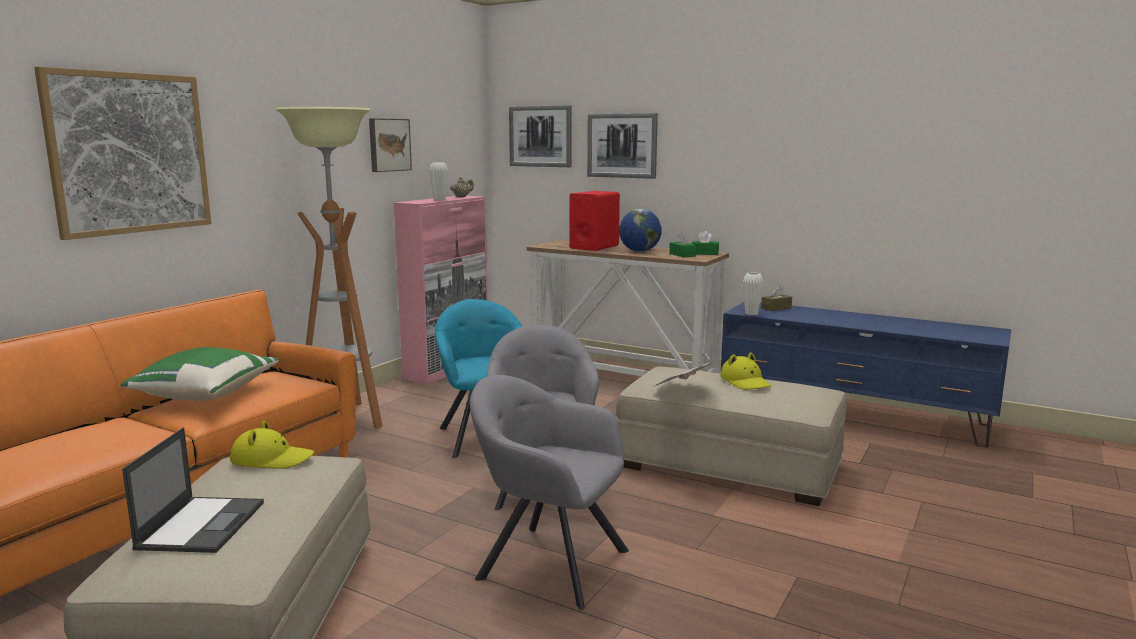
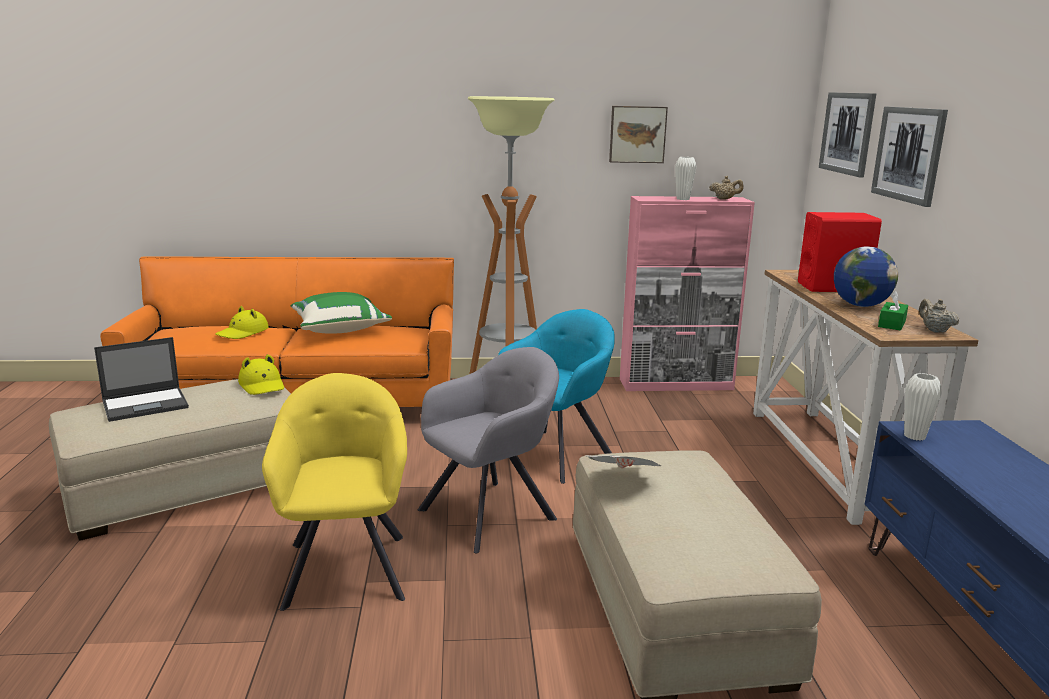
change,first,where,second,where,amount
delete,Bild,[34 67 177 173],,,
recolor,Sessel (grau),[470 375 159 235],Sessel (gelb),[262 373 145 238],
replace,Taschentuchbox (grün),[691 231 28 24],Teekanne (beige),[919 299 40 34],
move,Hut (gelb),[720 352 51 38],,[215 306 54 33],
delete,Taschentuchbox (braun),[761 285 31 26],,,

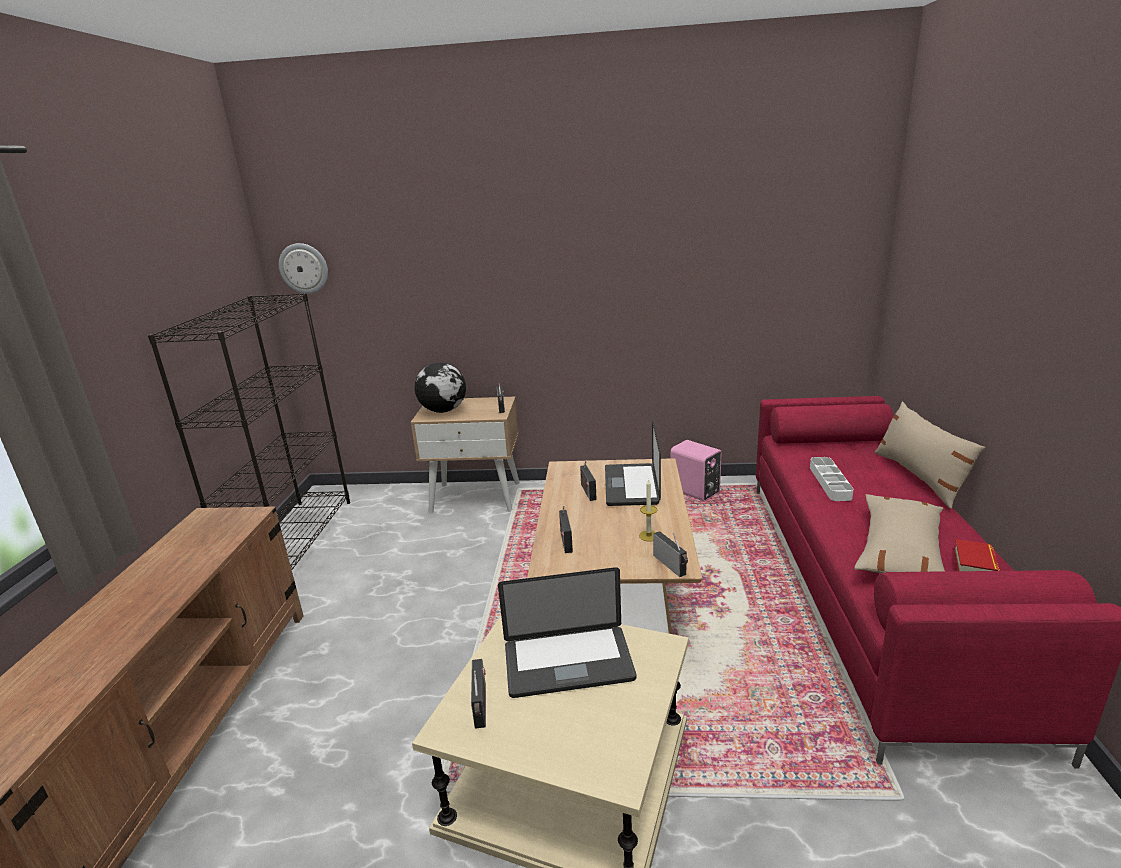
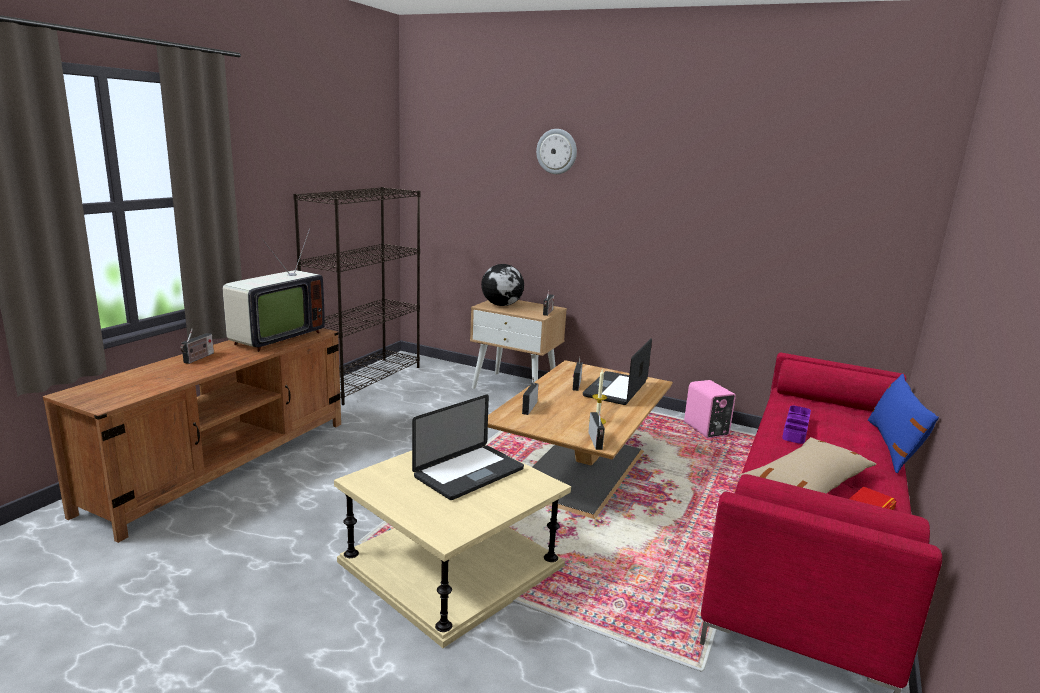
change,first,where,second,where,amount
move,Wanduhr,[279 243 49 51],,[536 129 41 45],
move,Radio,[471 659 15 70],,[180 328 34 36],
rotate,Laptop,[498 567 138 131],,[412 395 112 105],60 degrees counterclockwise
recolor,Tablett (weiß),[810 457 44 44],Tablett (lila),[782 406 29 38],
recolor,Kissen (beige),[875 402 110 106],Kissen (blau),[868 374 71 99],
insert,,,Fernseher,[222 228 103 124],

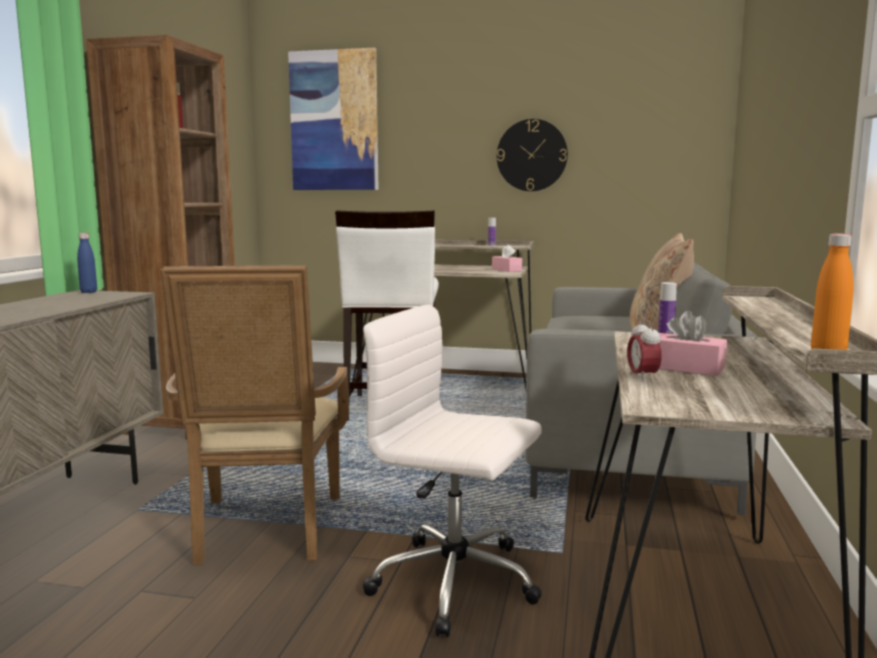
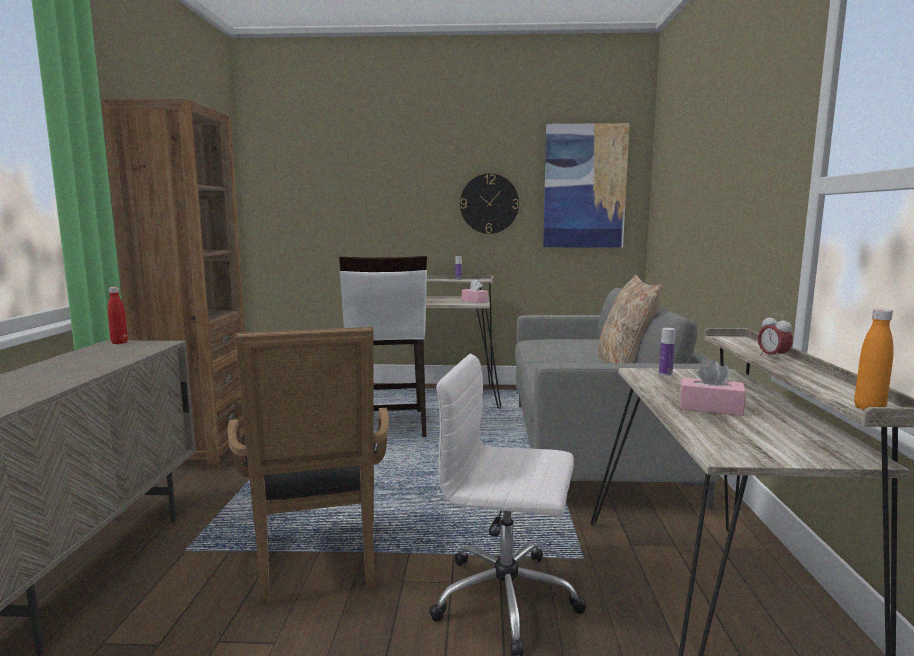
change,first,where,second,where,amount
recolor,Flasche (blau),[77 233 20 60],Flasche (rot),[108 287 20 57],
recolor,Sessel (beige),[160 265 189 300],Sessel (schwarz),[228 327 161 279],
move,Bild,[288 48 91 142],,[543 123 86 125],
move,Wecker,[627 319 35 62],,[758 313 35 47],

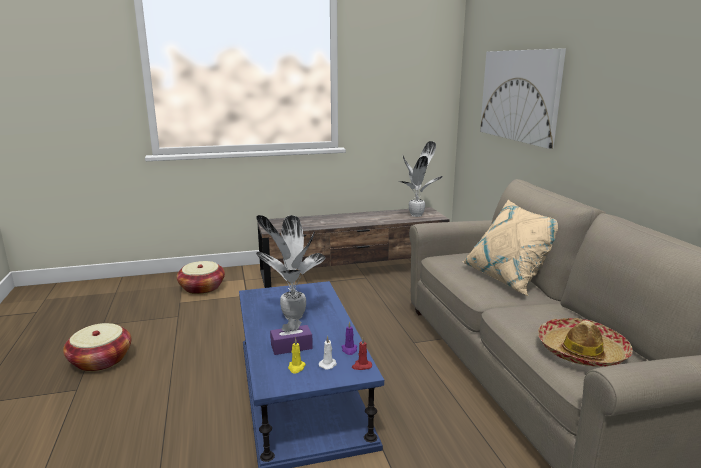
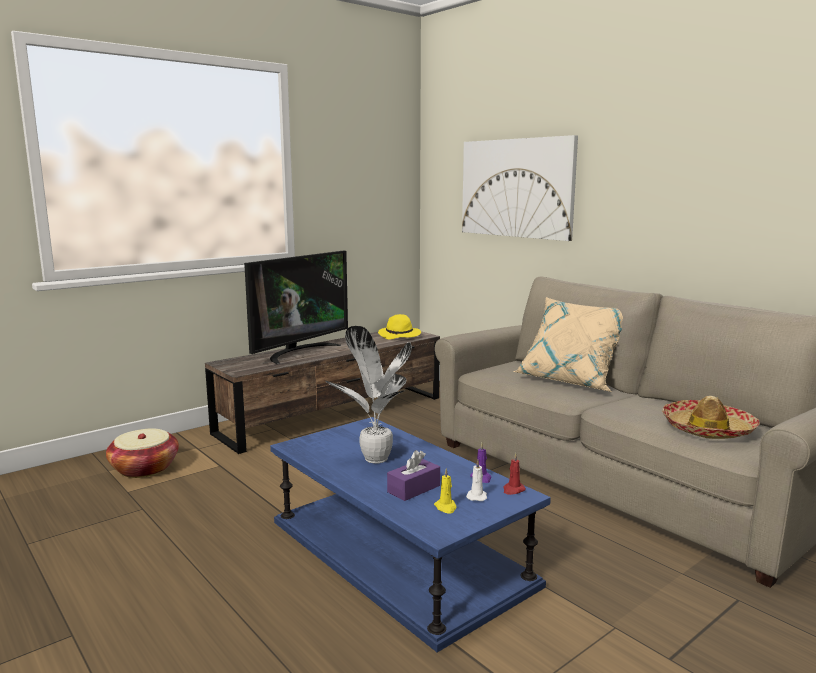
change,first,where,second,where,amount
delete,Korb,[63 323 68 49],,,
replace,Topfpflanze,[399 141 44 76],Hut (gelb),[378 314 43 26],
insert,,,Fernseher,[244 251 104 113],

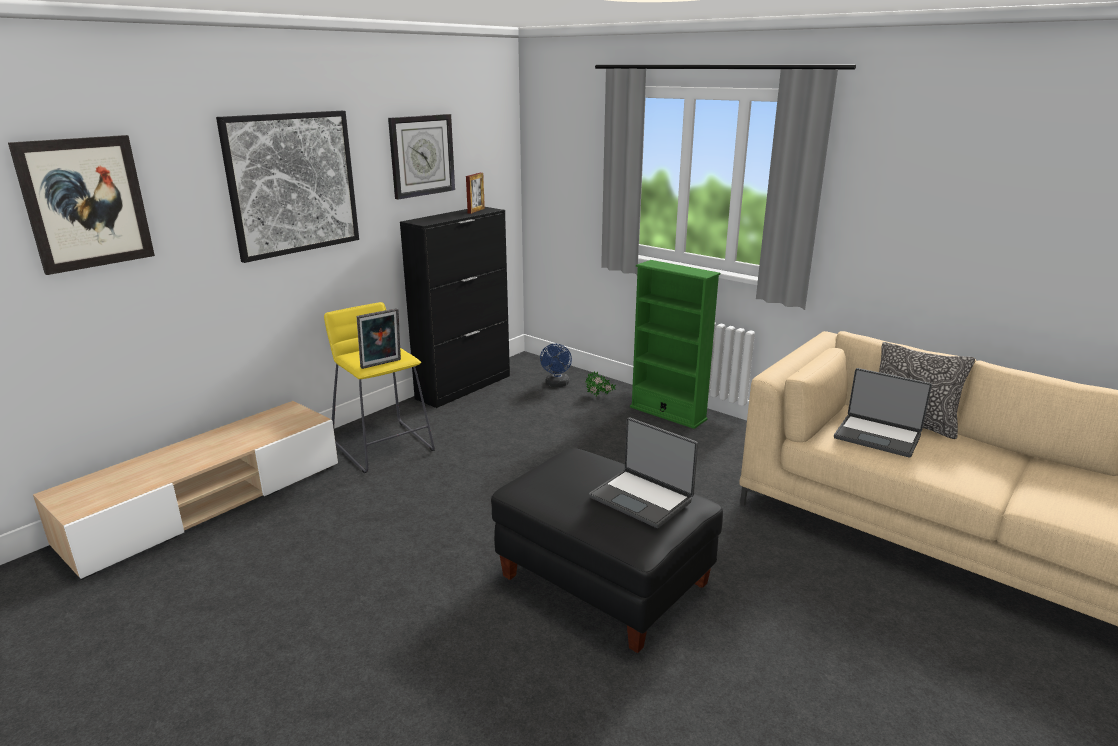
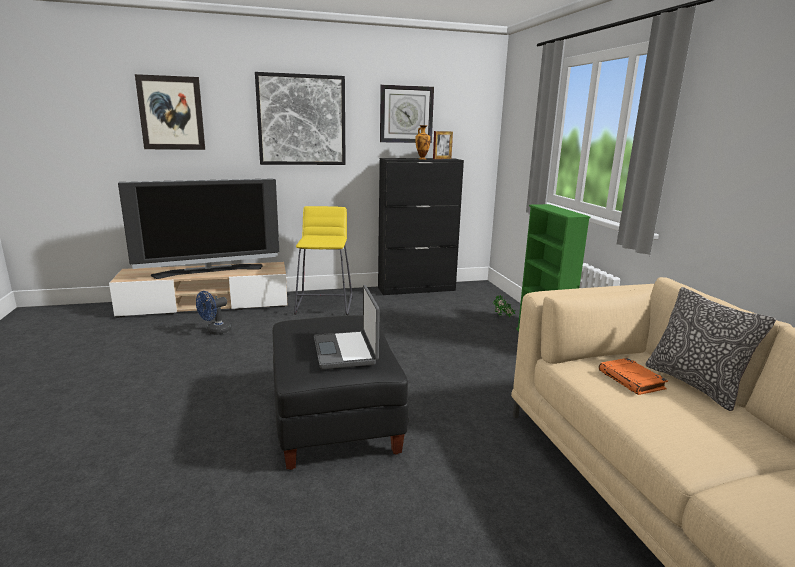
change,first,where,second,where,amount
delete,Bilderrahmen,[357 308 44 61],,,
move,Ventilator (blau),[540 344 32 43],,[196 291 35 44],
replace,Laptop,[834 368 98 89],Buch (orange),[599 358 69 37],
insert,,,Fernseher,[118 178 161 101],
insert,,,Vase,[415 125 16 35],

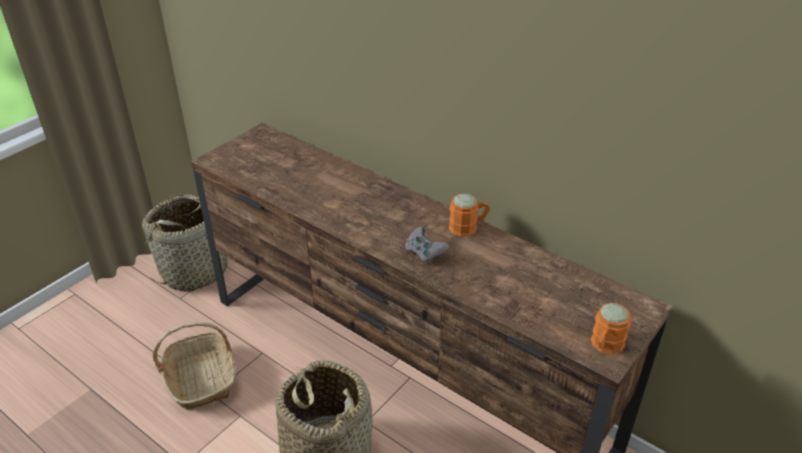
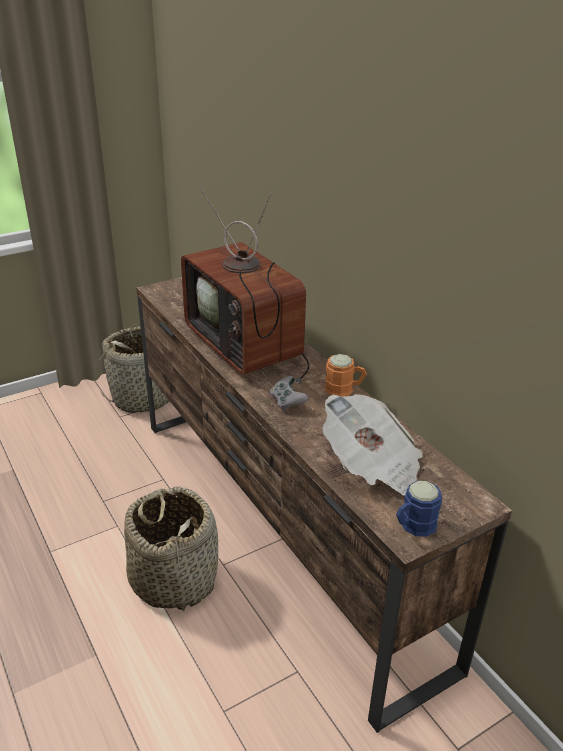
change,first,where,second,where,amount
delete,Korb,[153 322 82 88],,,
recolor,Henkelbecher (orange),[591 303 41 52],Henkelbecher (blau),[396 481 46 56],
insert,,,Fernseher,[181 187 128 197],
insert,,,Zeitung,[322 394 101 102],

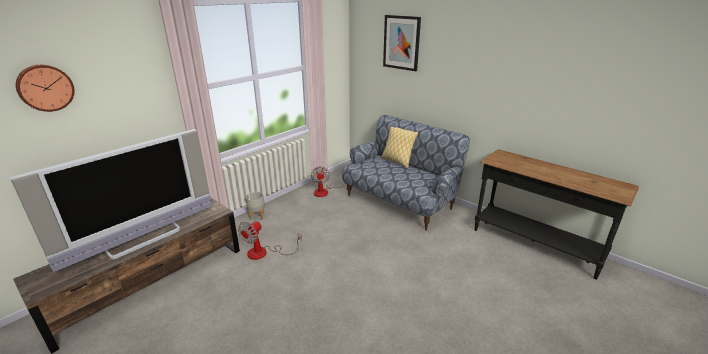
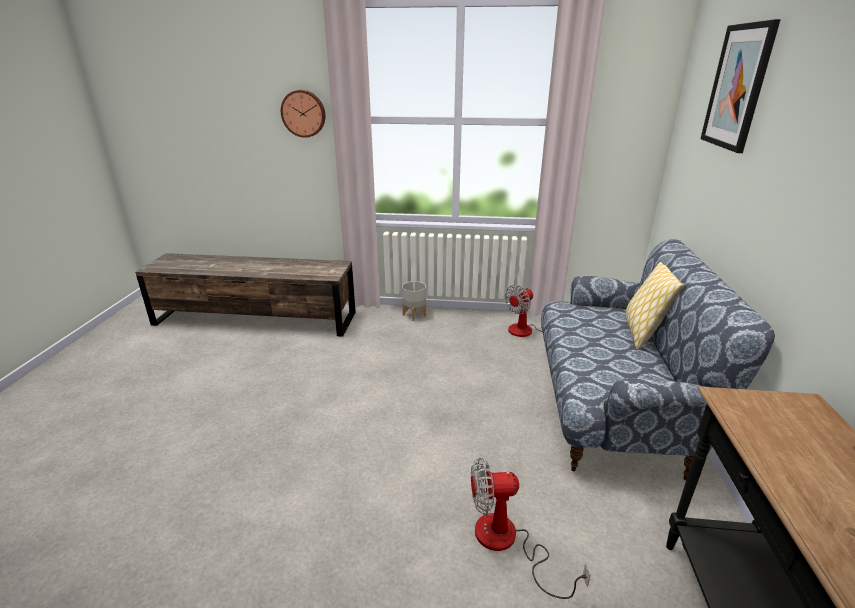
change,first,where,second,where,amount
delete,Fernseher,[10 129 203 143],,,
move,Wanduhr,[16 65 59 47],,[281 90 44 48],
move,Ventilator,[238 221 64 39],,[471 458 120 141],

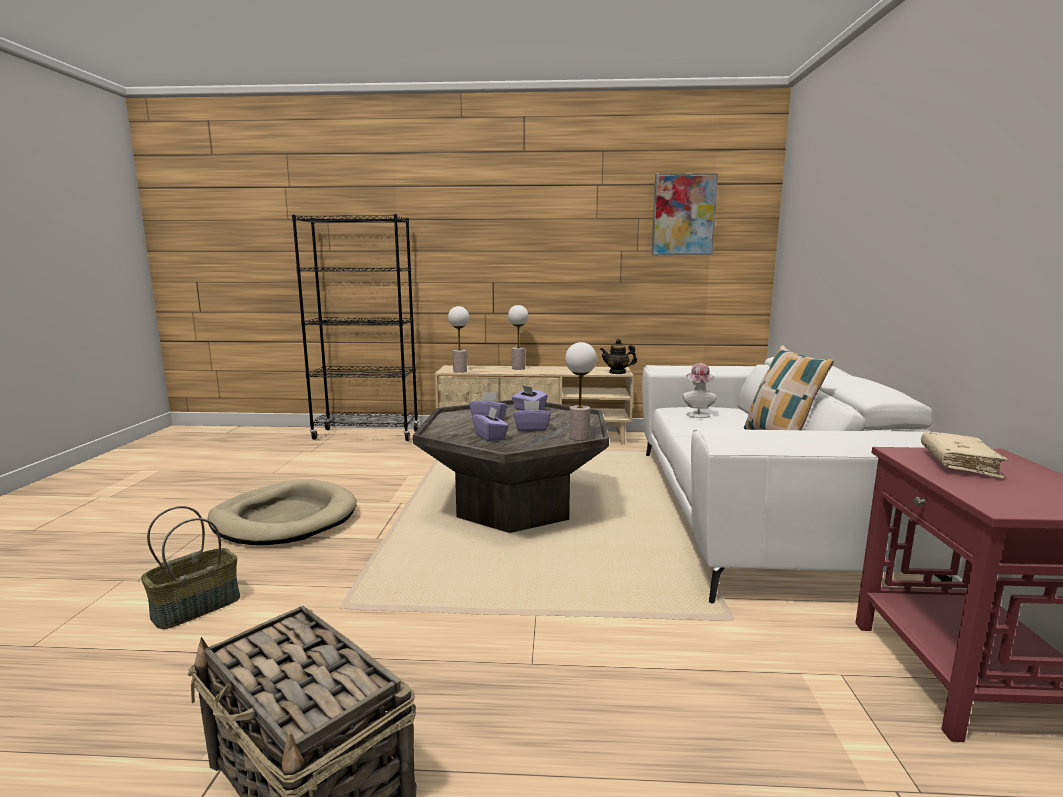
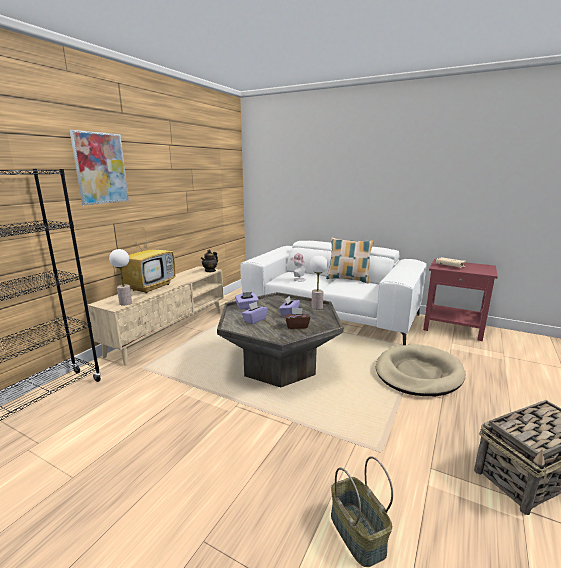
change,first,where,second,where,amount
move,Hundebett (beige),[208 479 149 66],,[376 345 89 51],
recolor,Taschentuchbox (lila),[472 407 37 35],Taschentuchbox (braun),[285 308 25 21],
replace,Tischlampe,[508 305 21 65],Fernseher,[122 226 54 67],
move,Bild,[652 173 66 82],,[70 130 59 75],

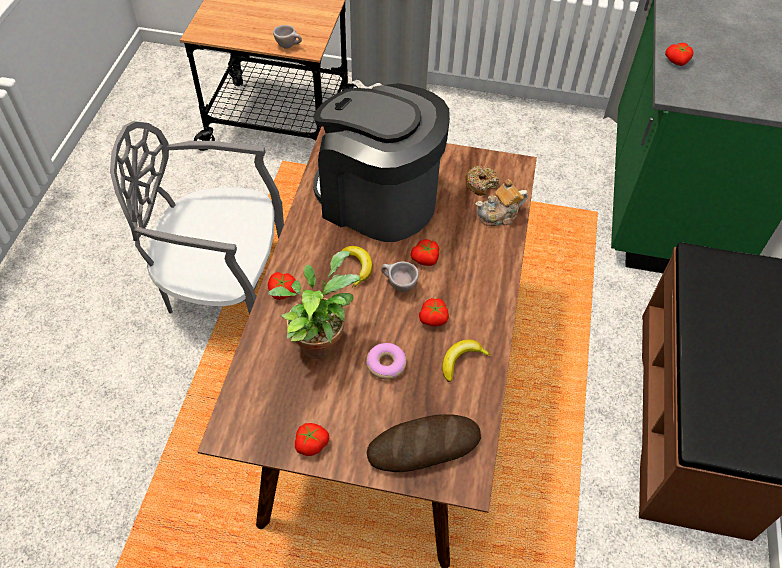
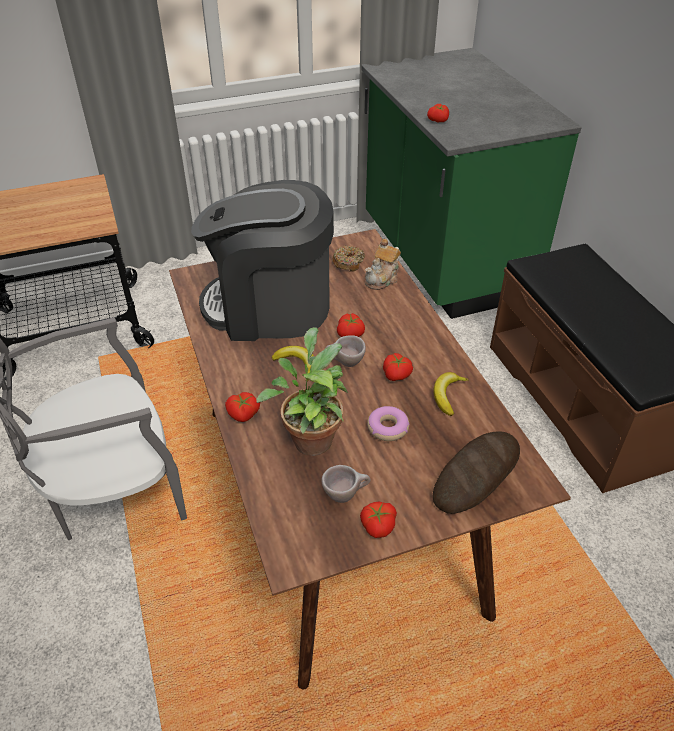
change,first,where,second,where,amount
move,Tasse (beige),[273 25 29 24],,[322 465 49 38],

